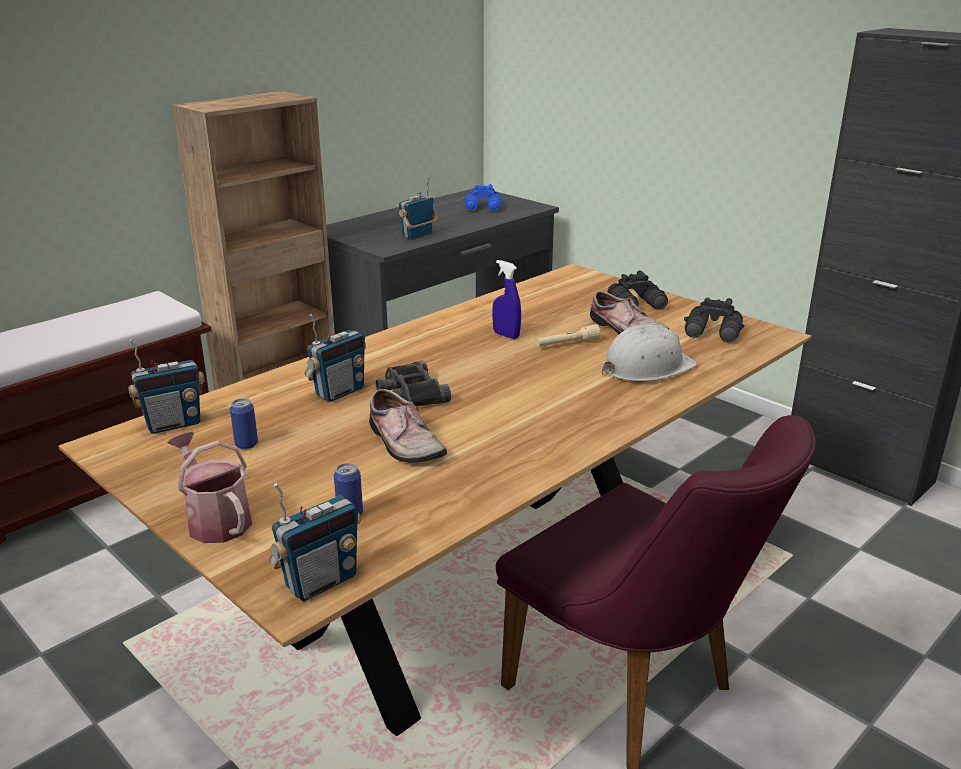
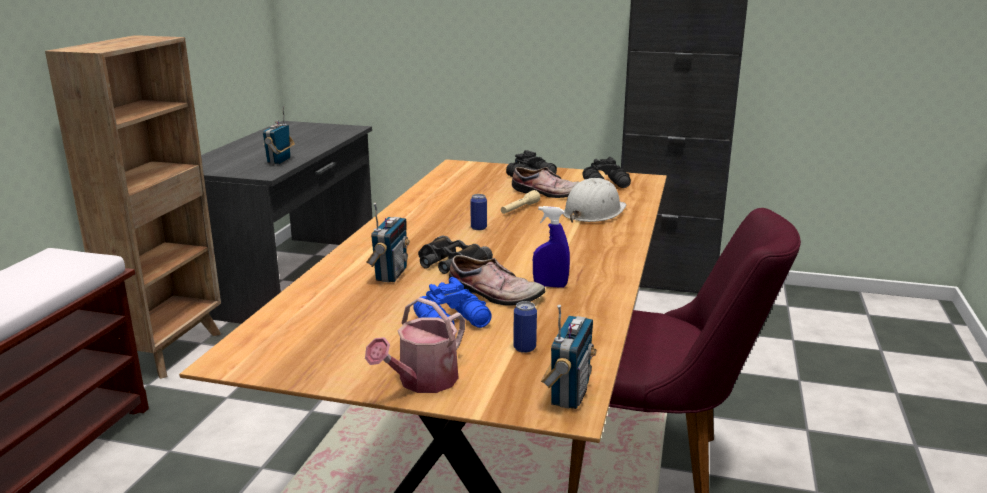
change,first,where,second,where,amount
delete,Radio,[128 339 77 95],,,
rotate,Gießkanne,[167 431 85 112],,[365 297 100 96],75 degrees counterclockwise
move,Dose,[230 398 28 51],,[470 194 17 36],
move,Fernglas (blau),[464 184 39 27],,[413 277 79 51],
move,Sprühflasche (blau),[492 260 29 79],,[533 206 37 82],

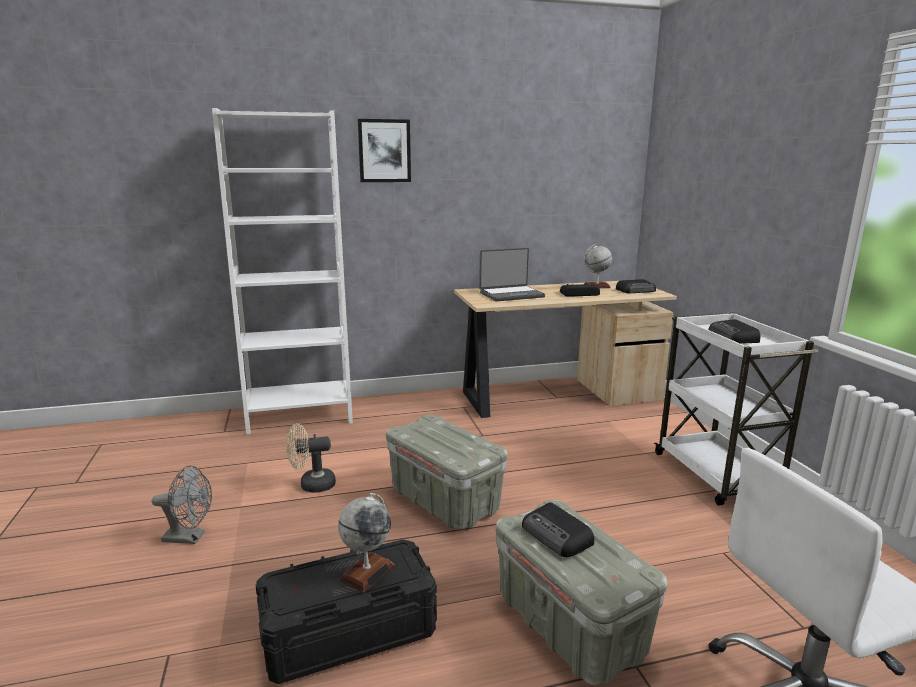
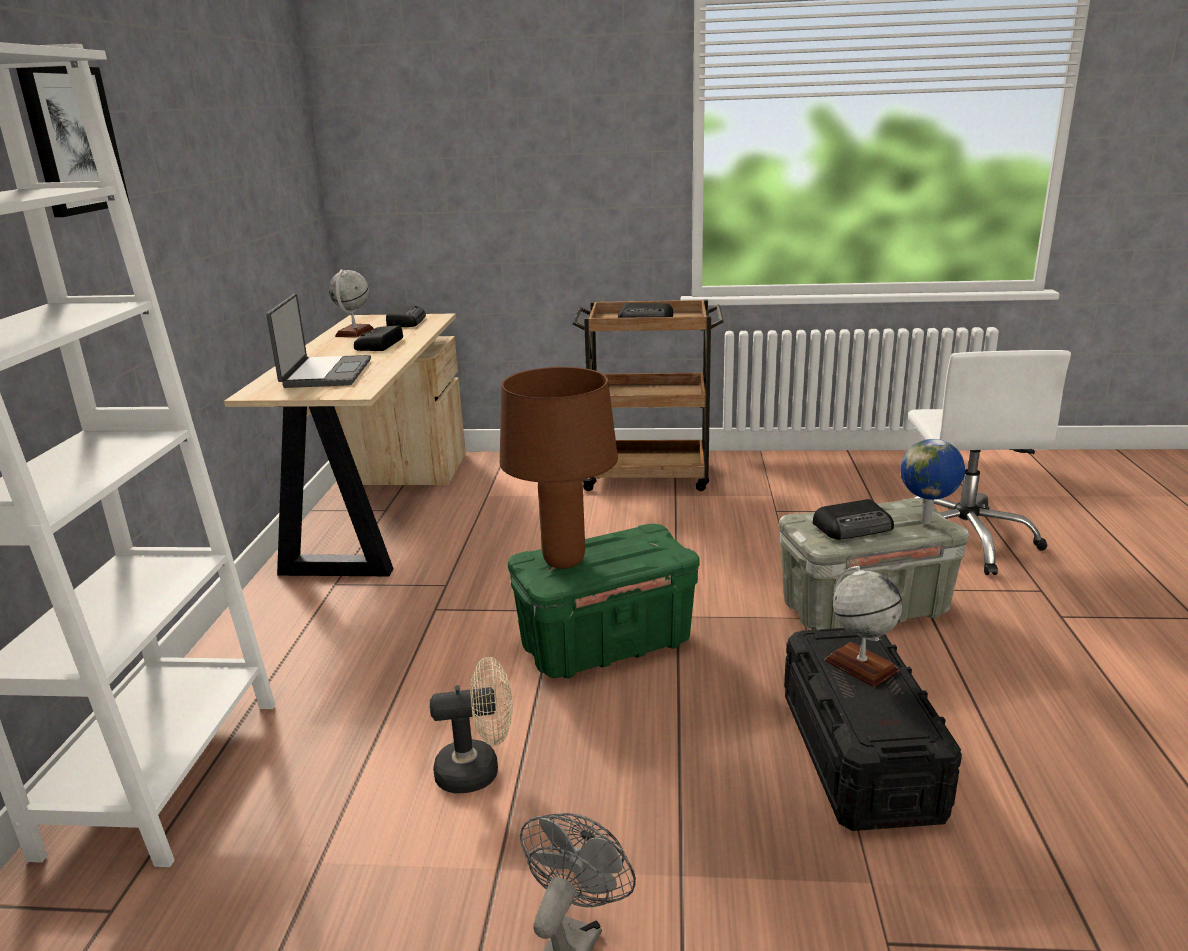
change,first,where,second,where,amount
rotate,Ventilator (beige),[286 423 50 70],,[430 657 83 136],105 degrees counterclockwise
recolor,Aufbewahrungsbox (grau),[386 415 122 115],Aufbewahrungsbox (grün),[508 524 192 155],
recolor,Rollwagen (weiß),[654 312 164 194],Rollwagen (braun),[572 300 152 191],
insert,,,Tischlampe (braun),[500 367 118 202],
insert,,,Globus,[901 439 64 85],

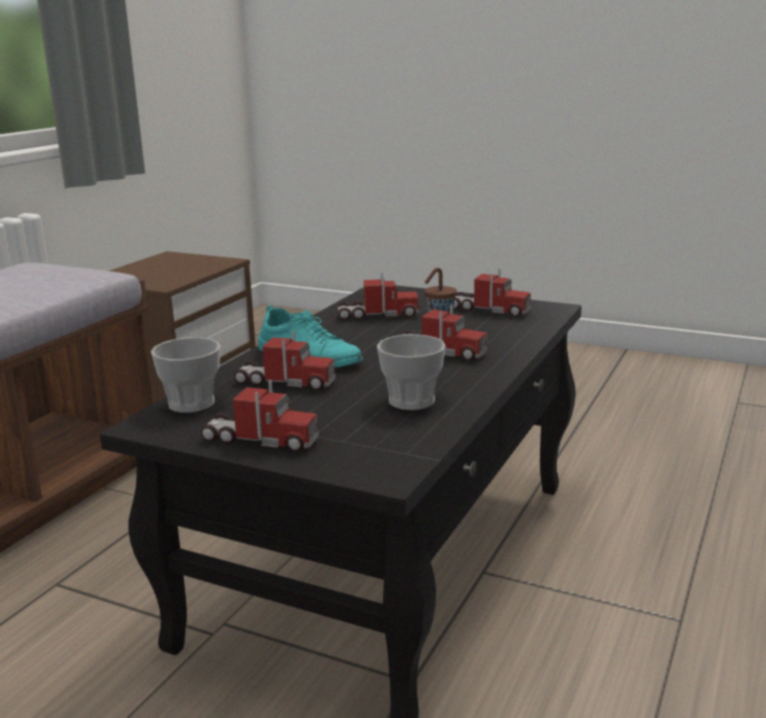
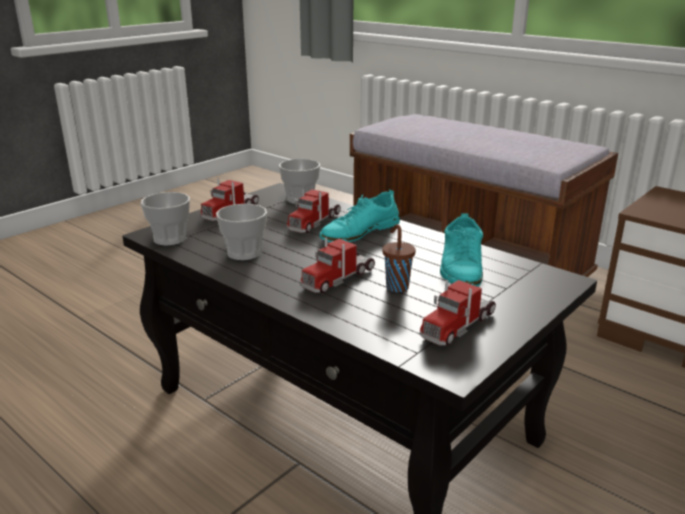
change,first,where,second,where,amount
replace,Spielzeuglaster,[337 272 82 48],Schuh (türkis),[440 213 43 74],
insert,,,Tasse,[141 192 49 54],

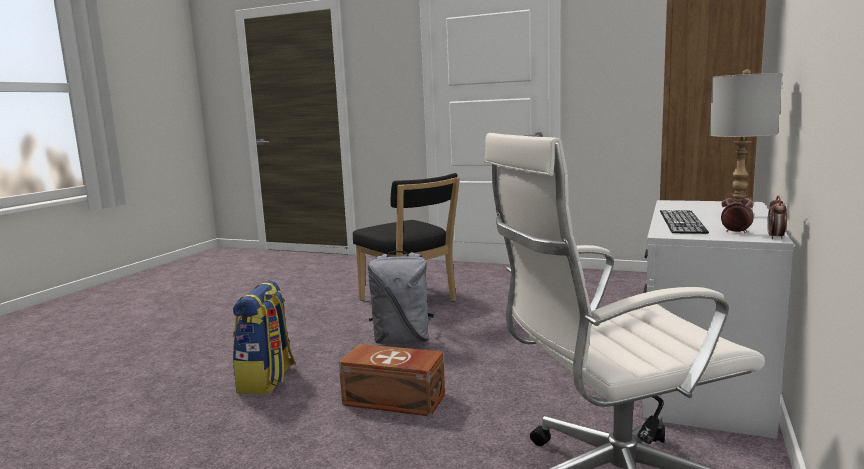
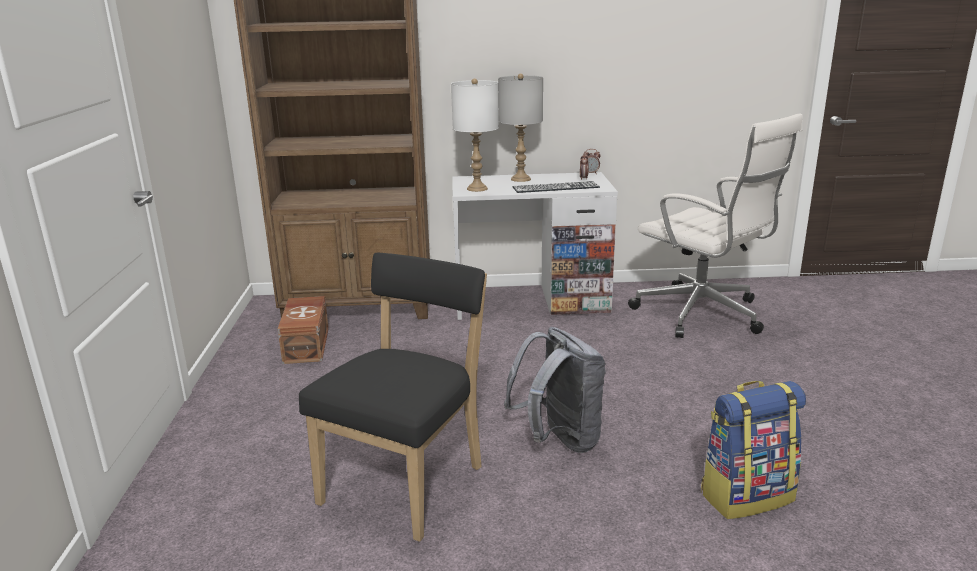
change,first,where,second,where,amount
move,Aufbewahrungsbox (braun),[339 344 106 73],,[278 296 51 68],
insert,,,Tischlampe (weiß),[451 78 48 114],

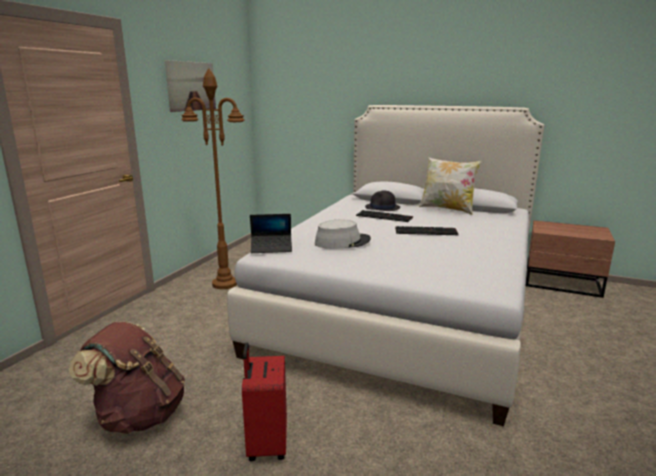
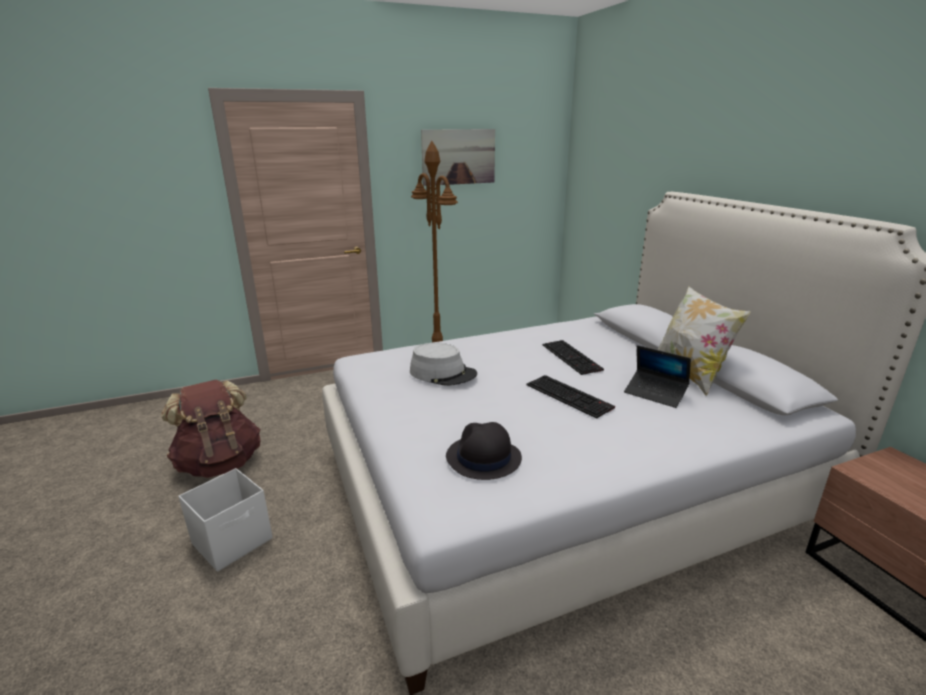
change,first,where,second,where,amount
replace,Koffer (rot),[242 343 45 118],Aufbewahrungsbox (weiß),[179 468 94 104],
move,Laptop,[250 214 42 39],,[624 345 67 63],
move,Hut (schwarz),[365 190 35 21],,[446 422 76 58],

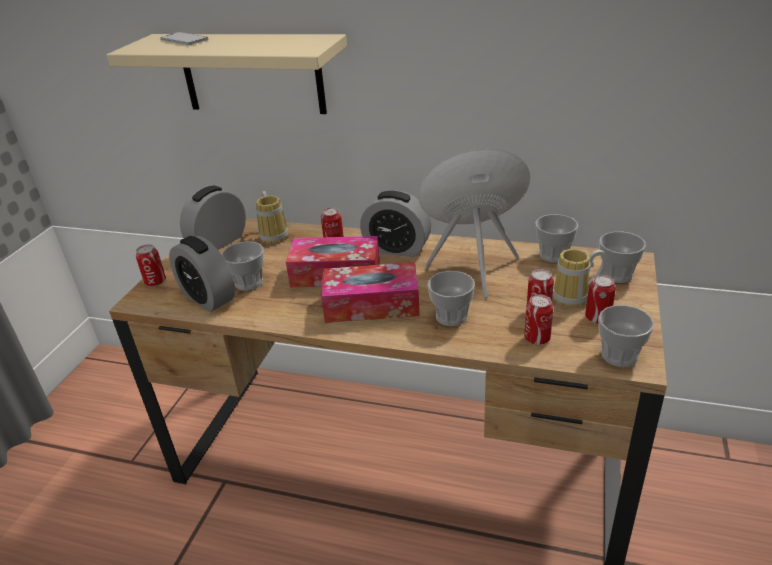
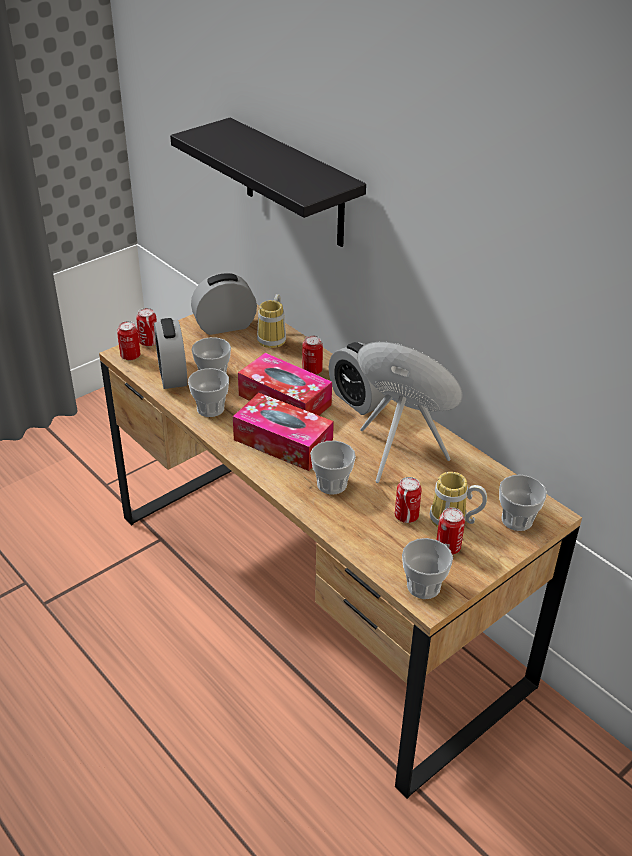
change,first,where,second,where,amount
recolor,Wandregal (beige),[106 34 241 80],Wandregal (schwarz),[170 118 196 129],
delete,Handy,[160 32 49 13],,,
move,Dose,[524 295 29 50],,[117 321 23 39],
move,Tasse,[535 214 43 49],,[188 368 41 49],

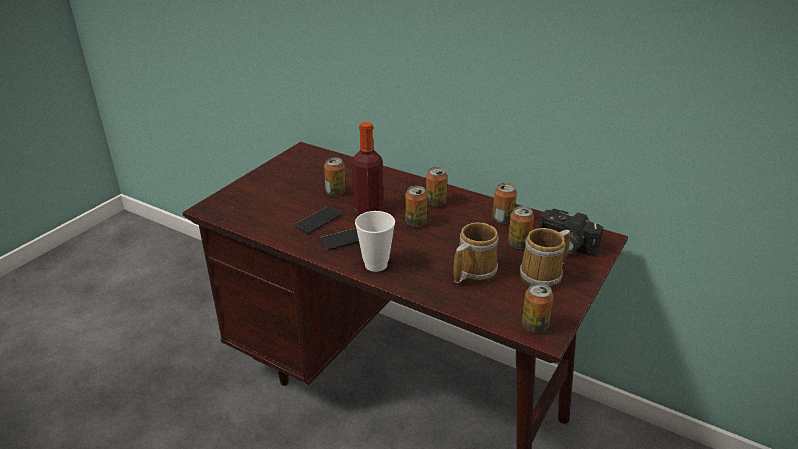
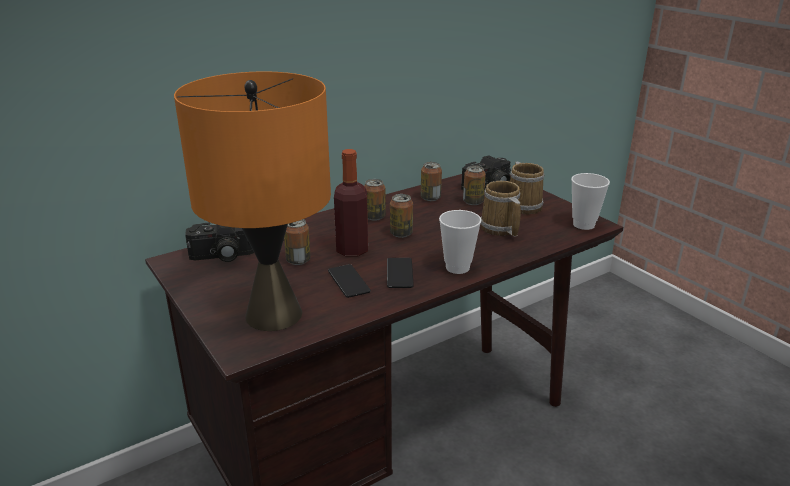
change,first,where,second,where,amount
replace,Dose,[522 283 32 50],Tasse,[571 173 39 57],
insert,,,Tischlampe (orange),[174 72 157 259],
insert,,,Kamera,[185 223 69 39],

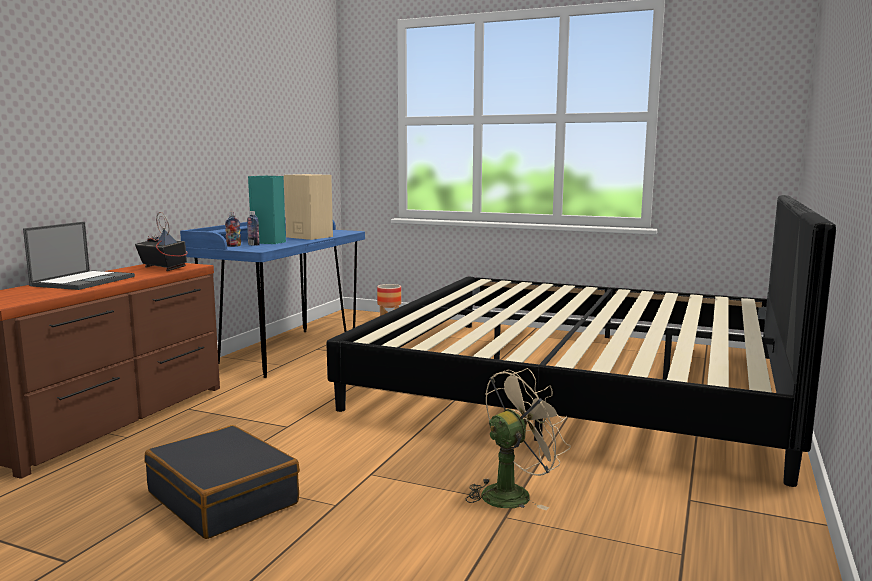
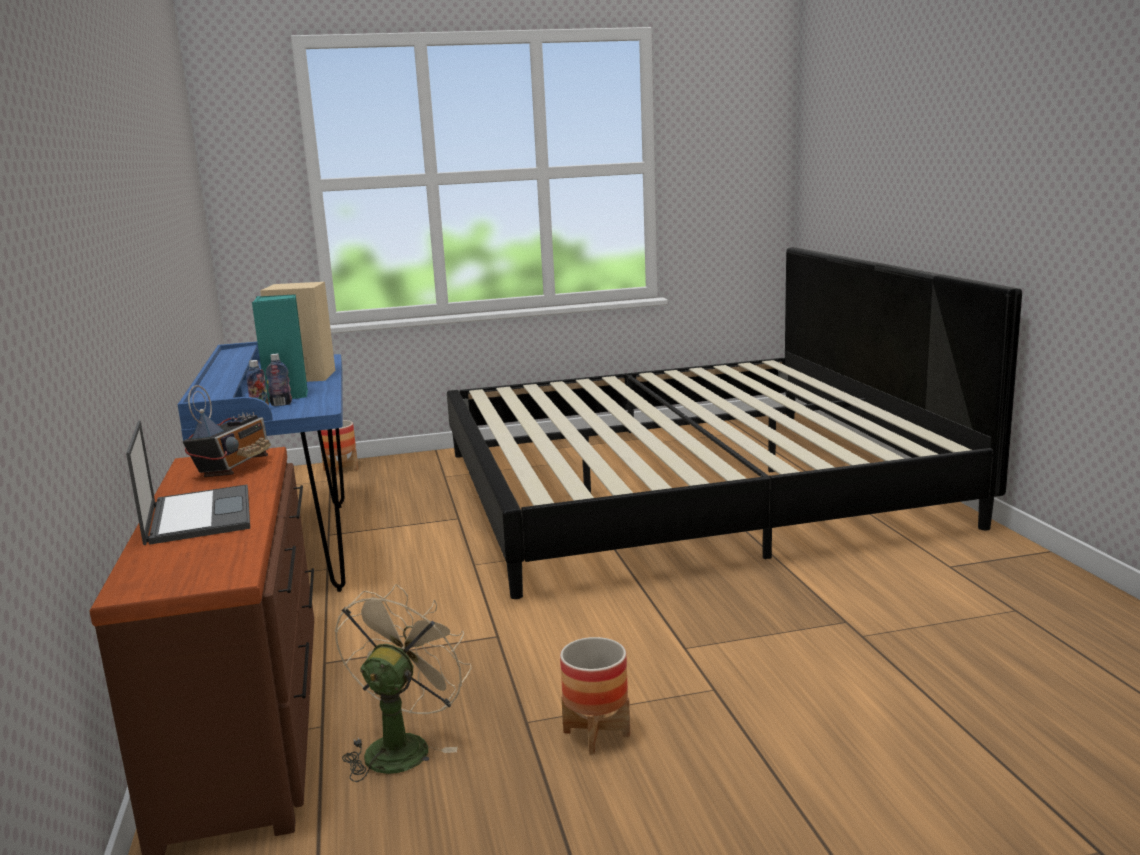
change,first,where,second,where,amount
rotate,Radio,[135 212 53 59],,[183 385 88 92],105 degrees clockwise
replace,Koffer (schwarz),[145 425 155 114],Pflanzkübel,[560 637 70 117],
move,Ventilator (beige),[466 368 105 143],,[335 584 137 198],

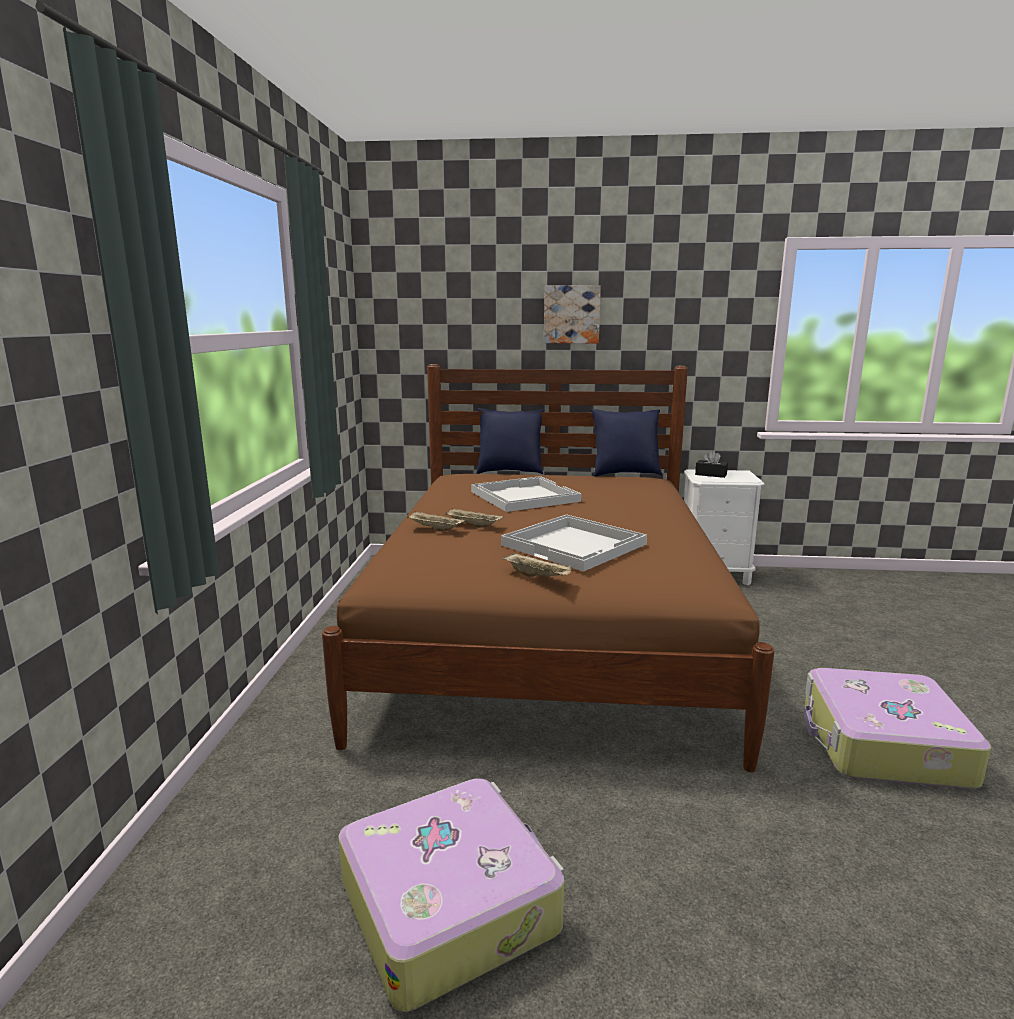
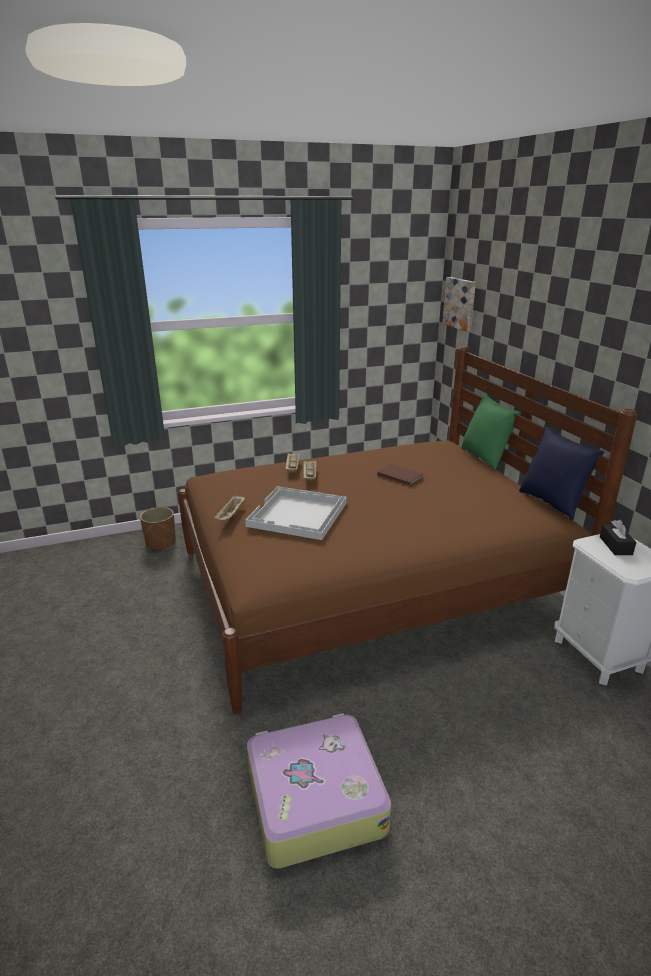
change,first,where,second,where,amount
delete,Koffer,[338 778 226 234],,,
replace,Tablett (weiß),[471 476 111 36],Buch (braun),[377 464 46 22],
recolor,Kissen (blau),[476 408 68 66],Kissen (grün),[461 394 60 77],
move,Bild,[544 285 57 58],,[442 277 34 55],
insert,,,Pflanzkübel (braun),[140 507 36 43],

